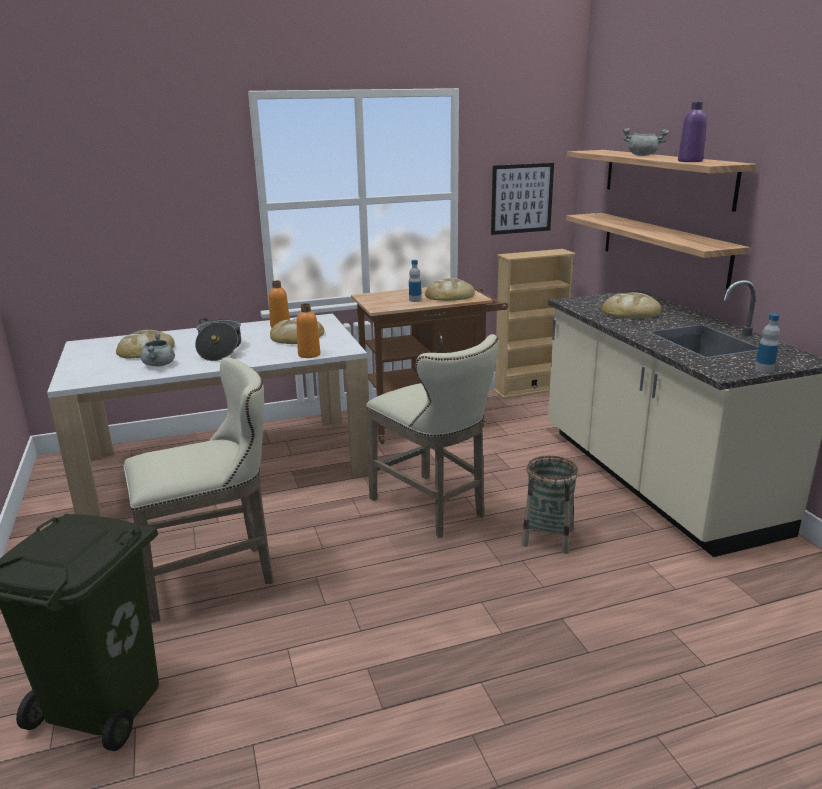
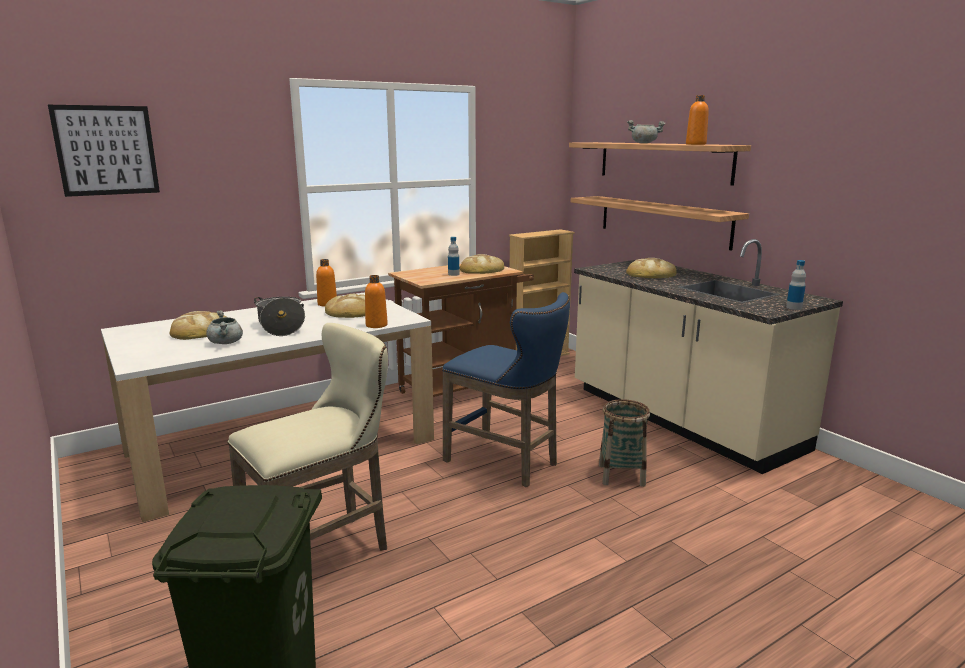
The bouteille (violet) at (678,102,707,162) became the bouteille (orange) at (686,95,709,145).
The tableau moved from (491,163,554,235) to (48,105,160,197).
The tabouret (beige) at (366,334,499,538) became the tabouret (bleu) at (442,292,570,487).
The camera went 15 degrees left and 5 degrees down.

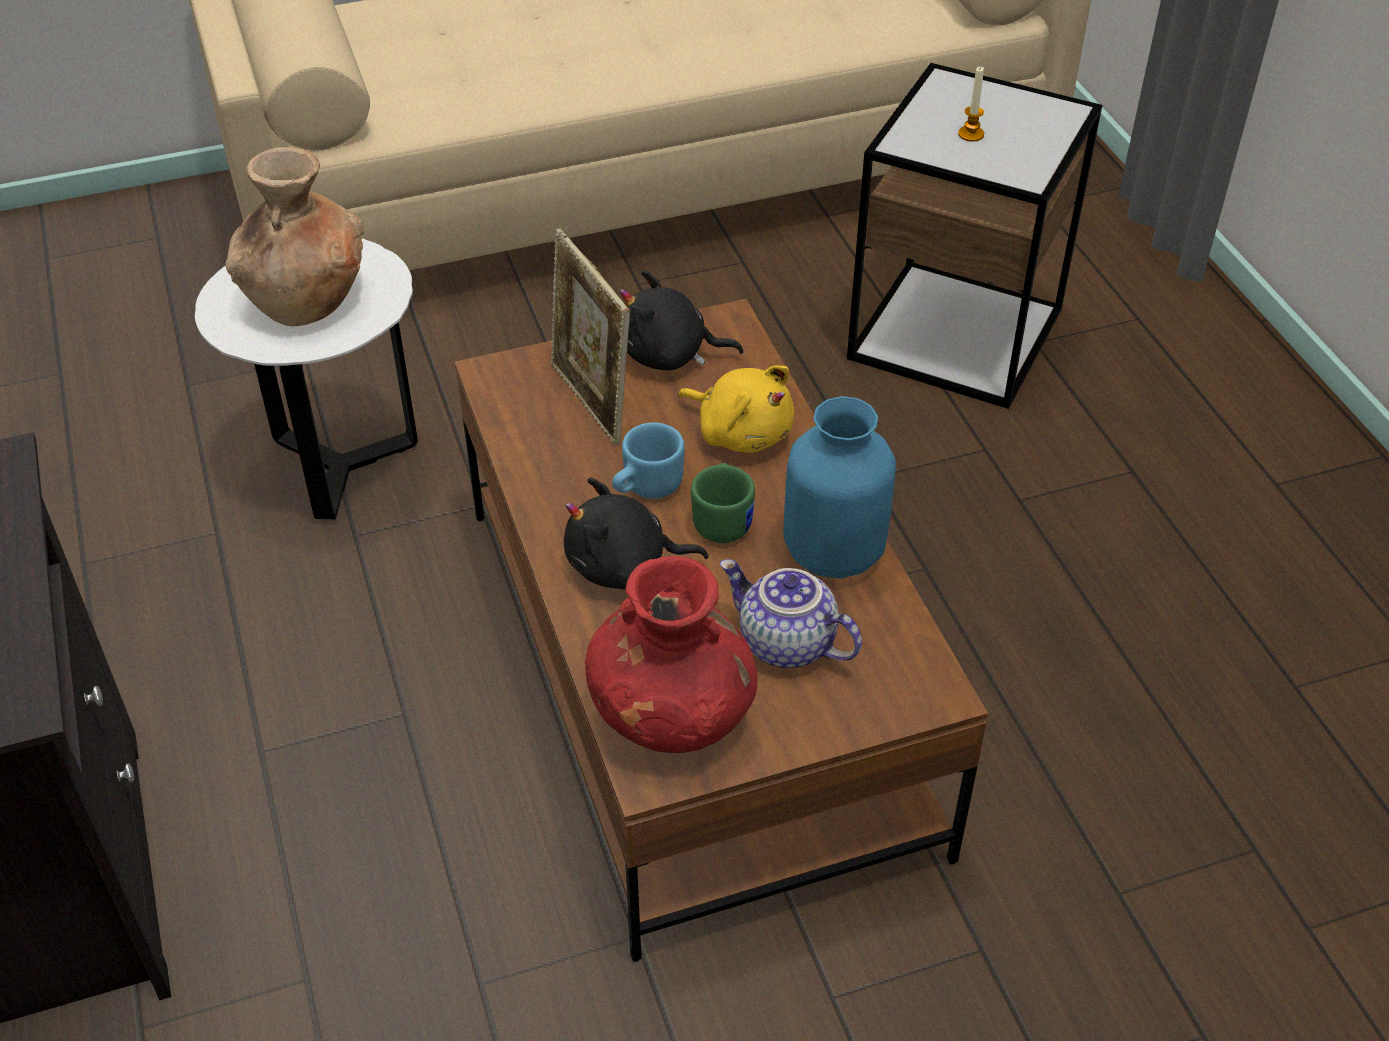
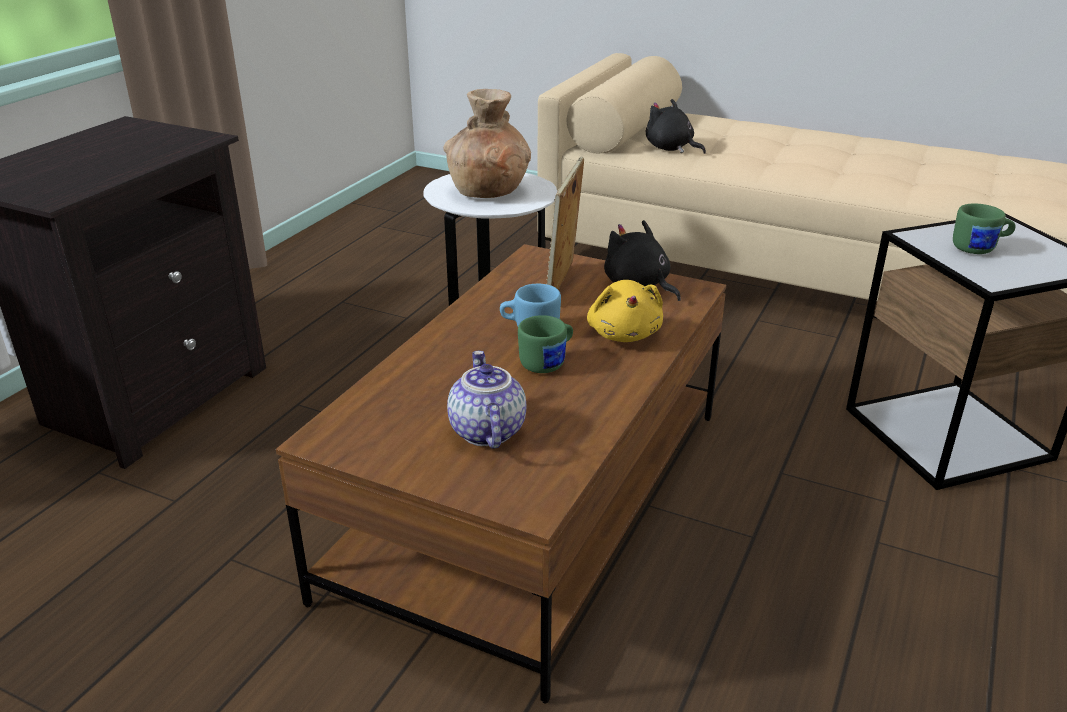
The bougie at (958,66,984,142) was replaced by the mug (vert) at (953,203,1016,254).
The vase (bleu) at (783,396,896,578) disappeared.
The peluche (noir) moved from (564,477,709,589) to (646,99,706,154).
The vase (rouge) at (585,556,757,753) disappeared.
The camera went 45 degrees right and 15 degrees down.

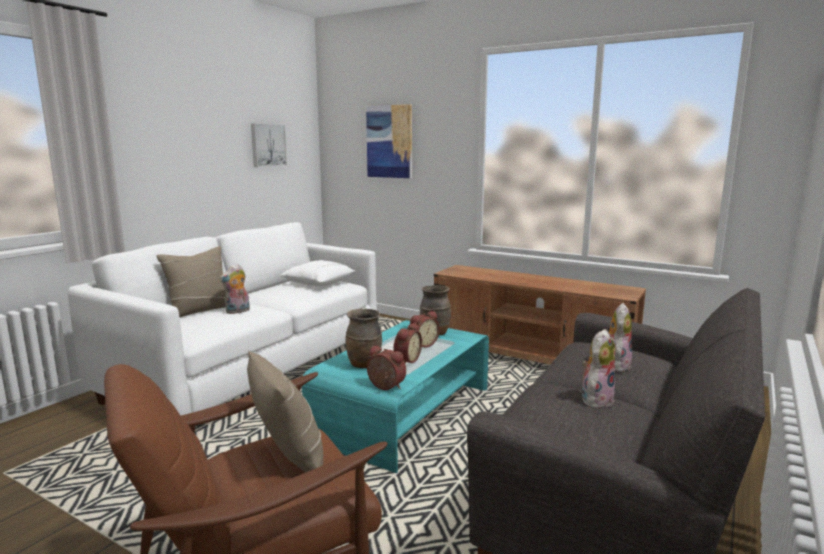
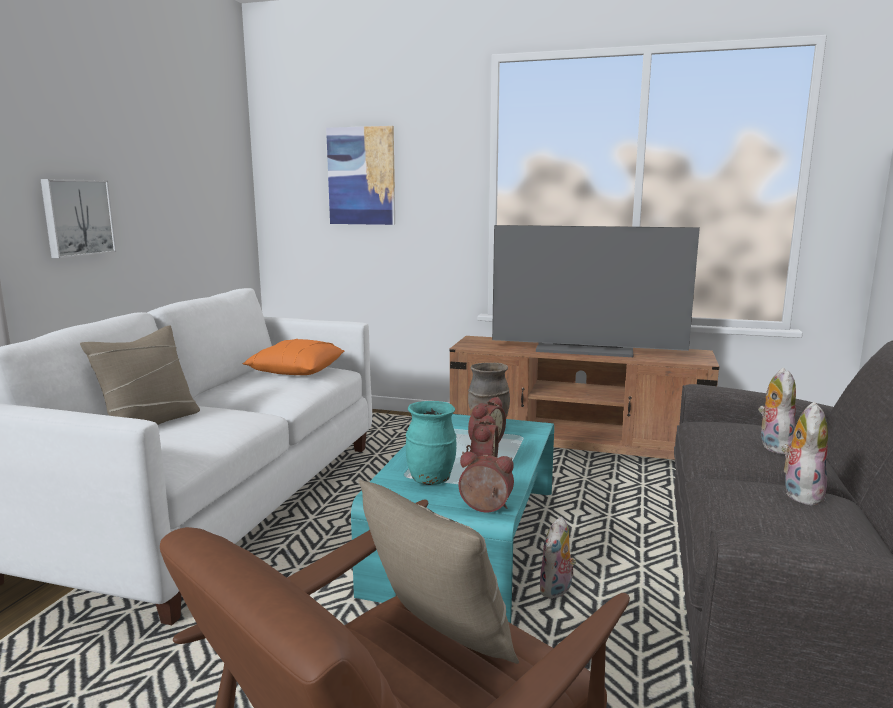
The tableau moved from (251,123,287,167) to (40,179,116,258).
The coussin (blanc) at (280,260,355,286) became the coussin (orange) at (243,339,344,375).
The peluche moved from (219,264,250,314) to (540,517,576,599).
The vase (marron) at (345,309,382,368) became the vase (turquoise) at (406,401,457,485).
The téléviseur at (492,225,700,357) appeared.
The camera went 15 degrees left and 0 degrees up.

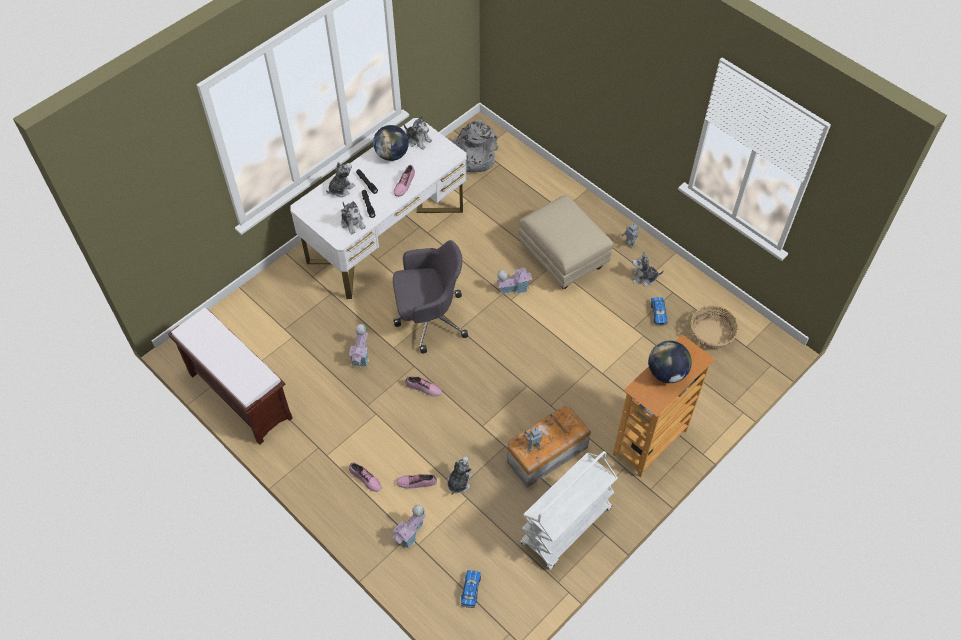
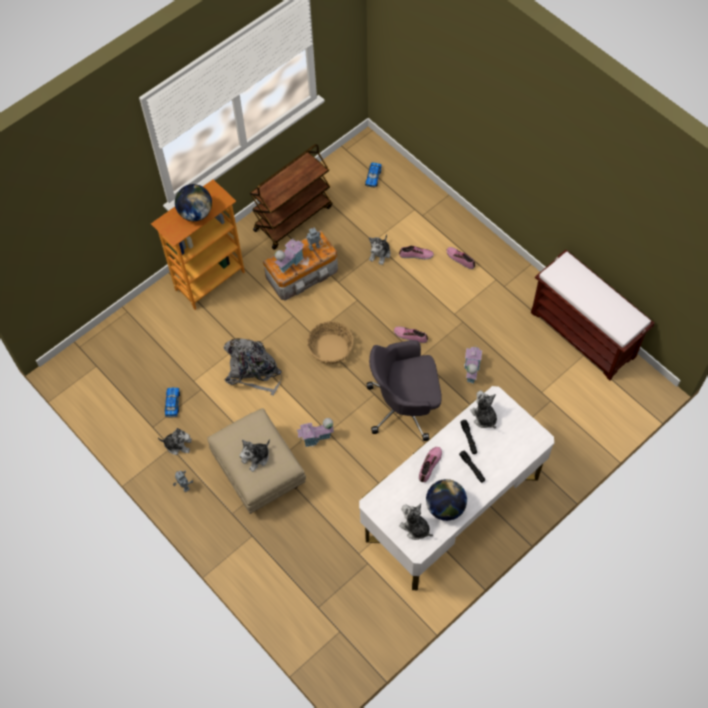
The sac à dos (gris) moved from (452,120,498,172) to (224,338,282,396).
The peluche moved from (326,162,355,197) to (239,439,270,472).
The panier moved from (691,306,739,349) to (307,321,354,364).
The chariot (blanc) at (520,451,618,570) became the chariot (marron) at (250,144,332,250).
The maison miniature moved from (393,505,426,549) to (275,238,304,273).
The camera went 175 degrees left and 5 degrees up.

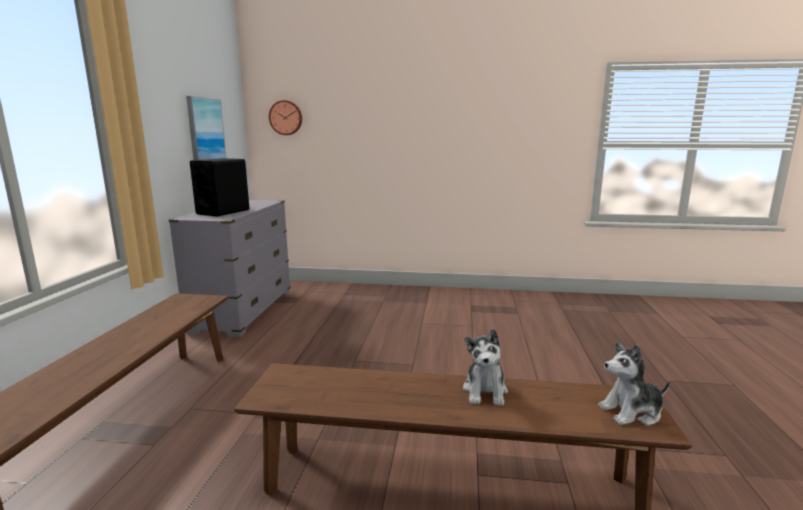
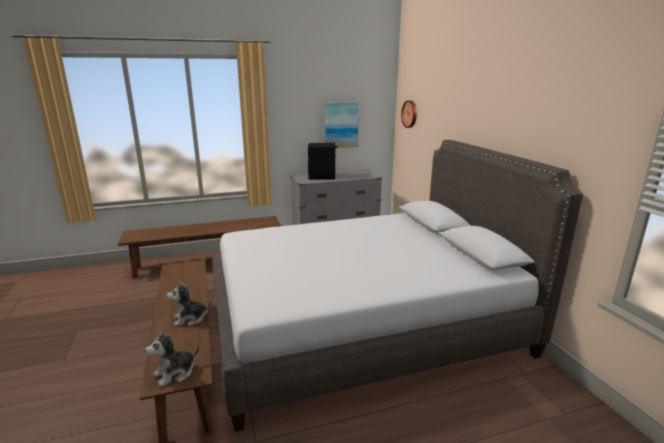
The peluche at (598,342,670,426) turned 90 degrees counterclockwise.
The lit (gris) at (212,140,583,432) appeared.
The camera went 65 degrees right and 5 degrees up.

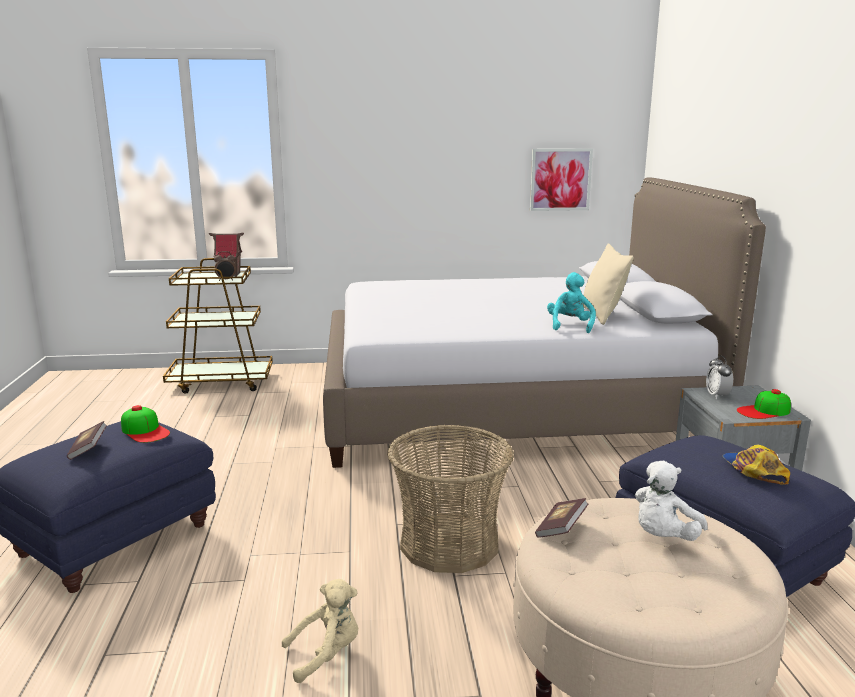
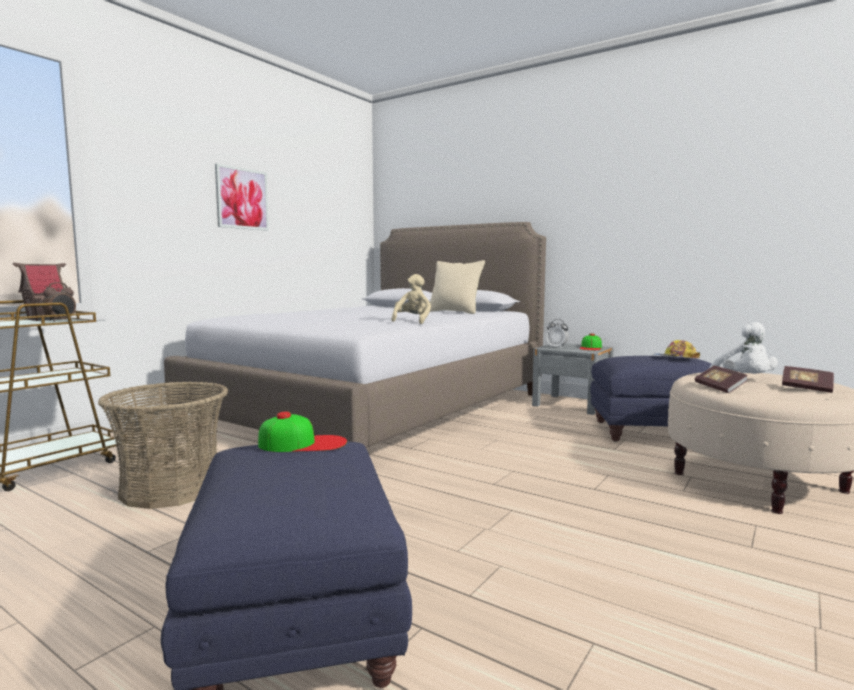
The tableau moved from (530,149,593,211) to (215,164,269,231).
The peluche (turquoise) at (547,272,596,333) disappeared.
The livre moved from (67,421,107,460) to (782,366,834,393).
The panier moved from (387,425,514,573) to (98,382,228,509).
The peluche (beige) moved from (282,579,358,683) to (391,274,431,324).
The camera went 50 degrees left and 10 degrees down.

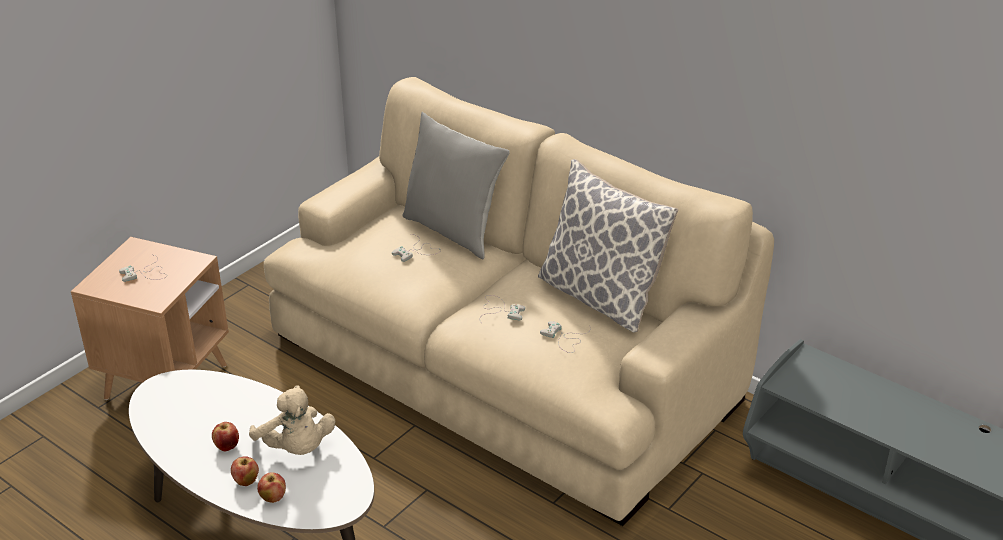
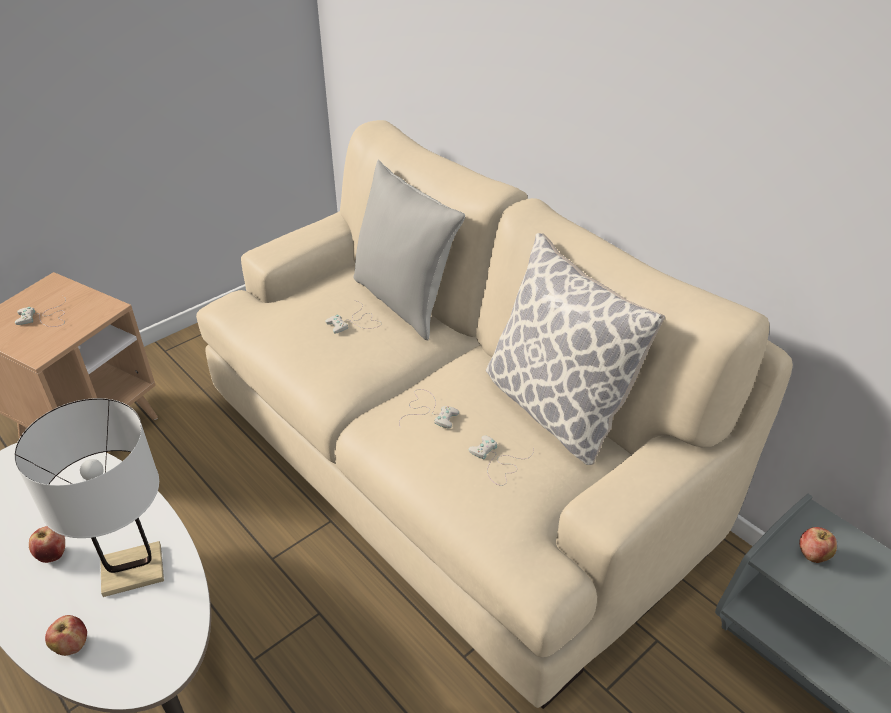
The peluche (beige) at (249,385,335,455) was replaced by the lampe de table (blanc) at (14,398,164,597).
The pomme moved from (231,456,259,486) to (799,527,837,563).
The camera went 10 degrees right and 5 degrees up.

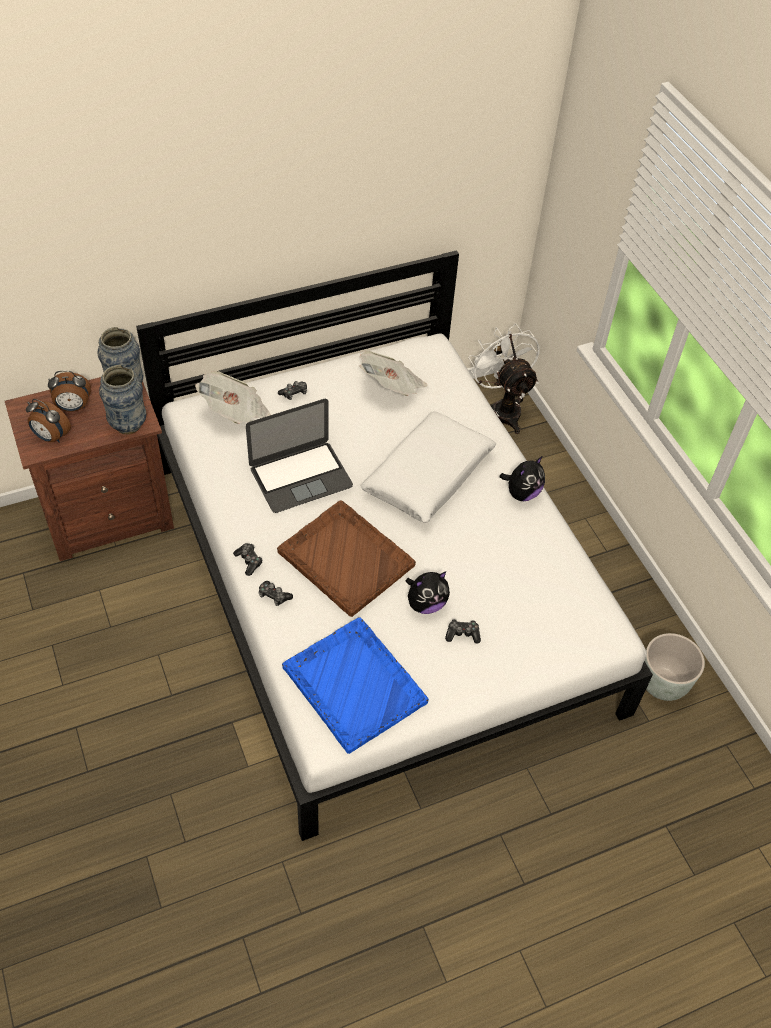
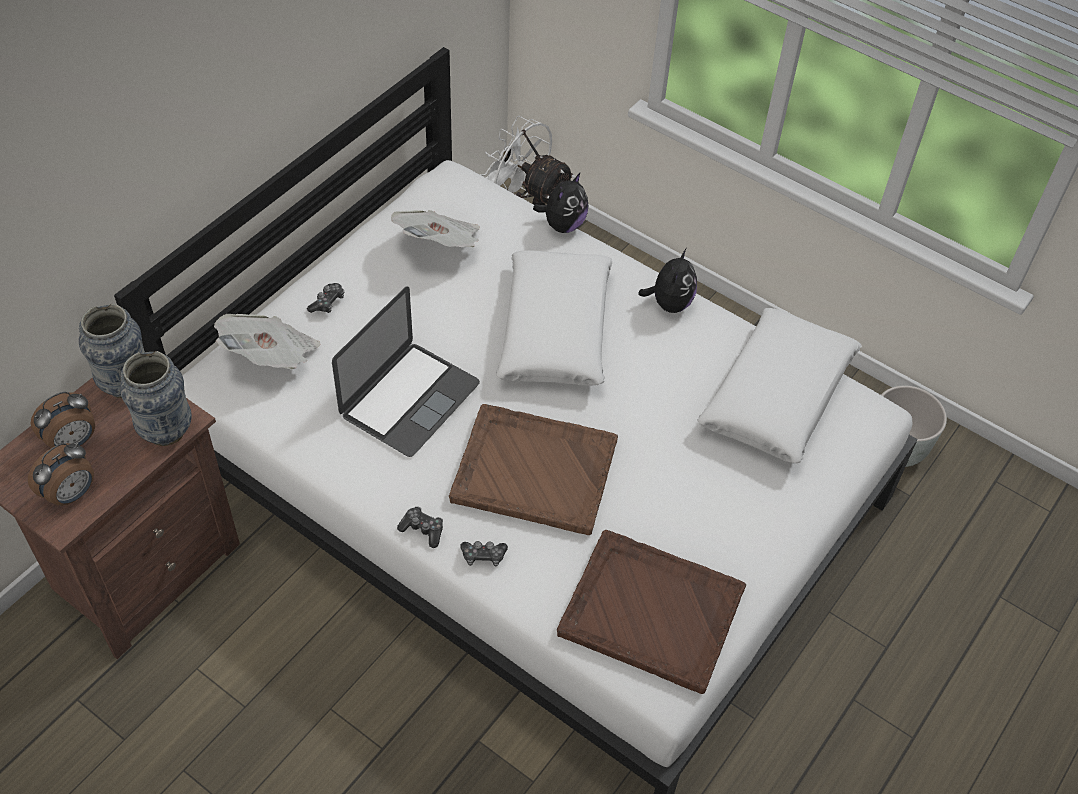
The réveil at (26,399,71,443) turned 45 degrees counterclockwise.
The peluche moved from (405,571,450,614) to (533,172,588,233).
The plateau (bleu) at (282,617,429,754) became the plateau (marron) at (557,530,746,694).
The manette at (445,619,481,644) disappeared.
The coussin (blanc) at (697,308,862,463) appeared.
The camera went 30 degrees left and 0 degrees up.

